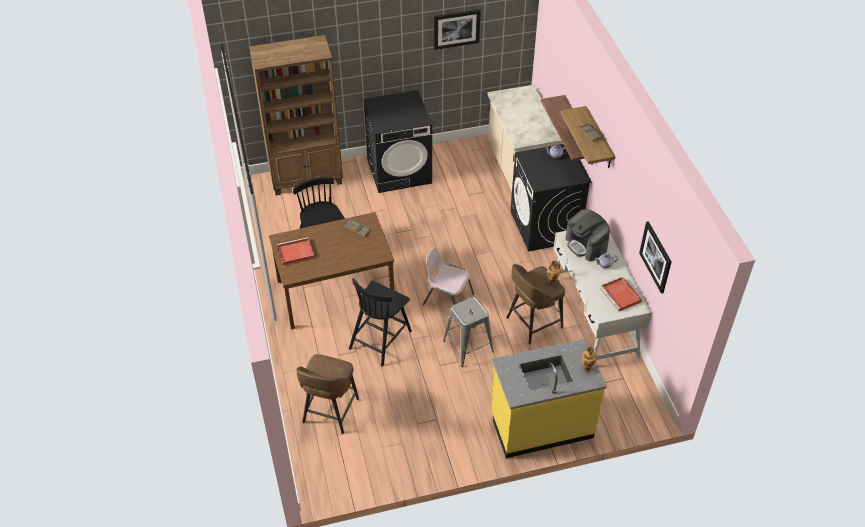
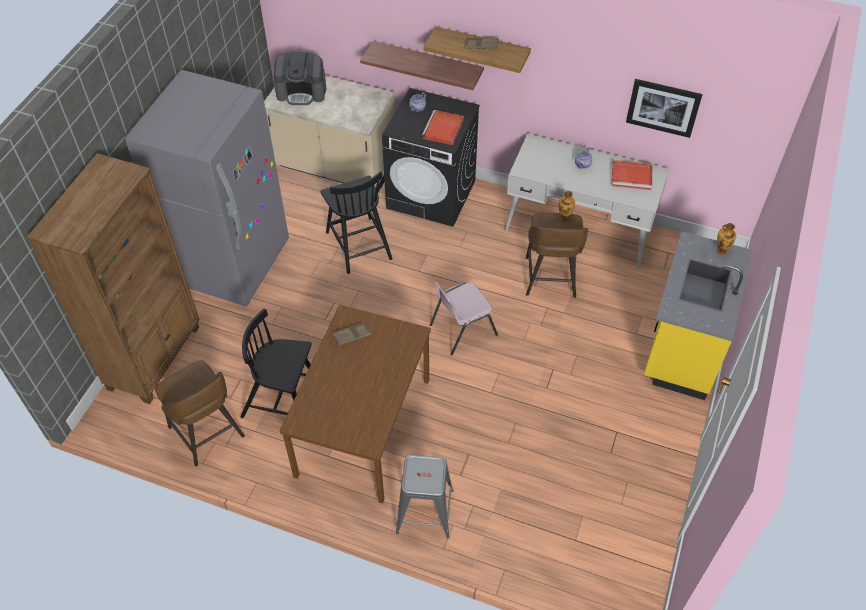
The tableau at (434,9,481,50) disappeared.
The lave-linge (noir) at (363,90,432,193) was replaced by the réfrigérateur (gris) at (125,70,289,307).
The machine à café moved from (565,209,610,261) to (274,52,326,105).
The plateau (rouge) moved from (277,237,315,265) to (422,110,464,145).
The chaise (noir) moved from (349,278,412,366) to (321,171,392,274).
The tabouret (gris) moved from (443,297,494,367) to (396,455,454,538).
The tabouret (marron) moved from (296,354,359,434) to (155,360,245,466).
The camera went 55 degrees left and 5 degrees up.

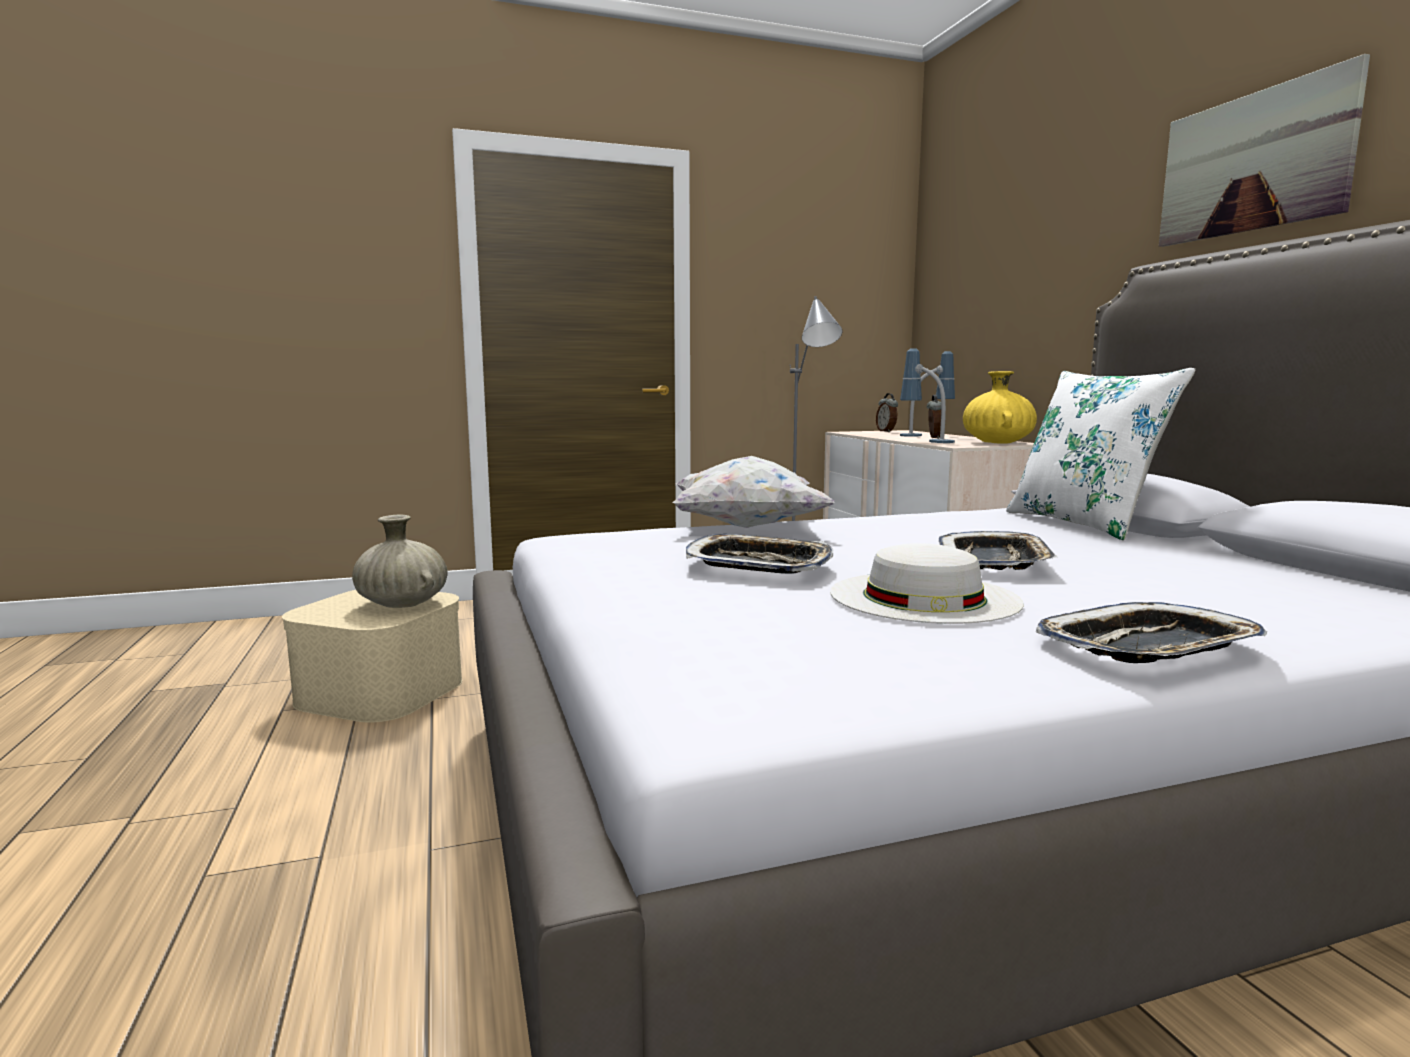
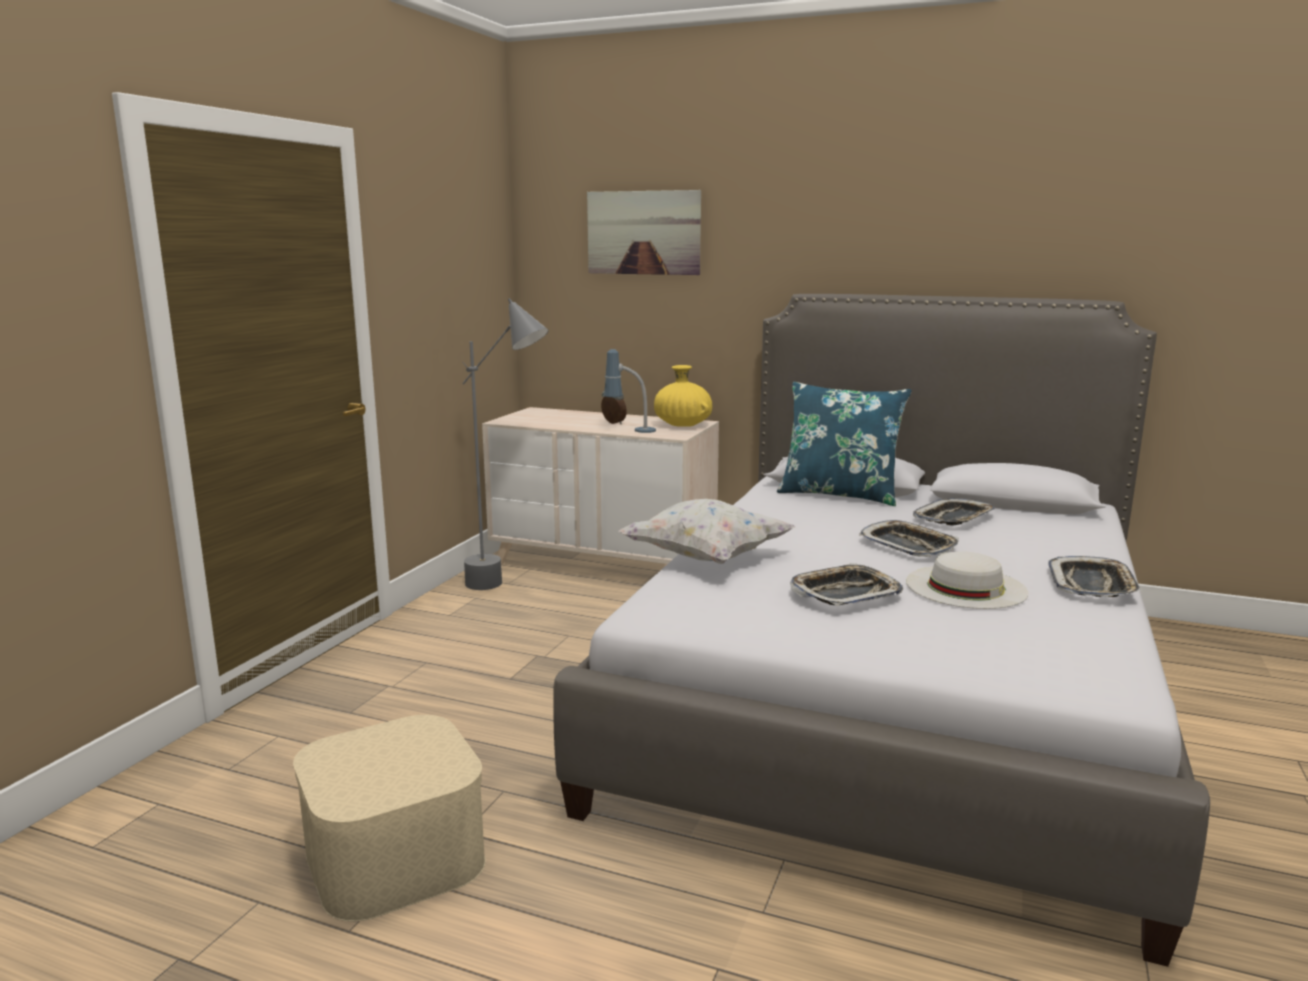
The tableau moved from (1159,54,1370,247) to (587,190,701,275).
The lampe de table at (900,351,955,437) disappeared.
The coussin (blanc) at (1006,368,1195,540) became the coussin (bleu) at (777,382,912,506).
The réveil at (876,393,898,432) disappeared.
The vase (beige) at (352,515,448,608) disappeared.
The plateau at (913,498,995,525) appeared.
The camera went 50 degrees left and 5 degrees up.

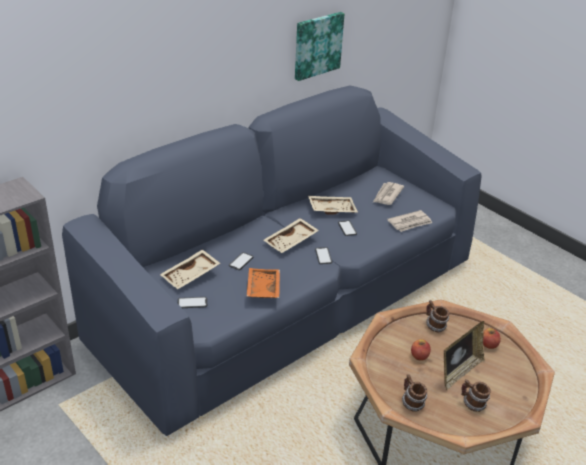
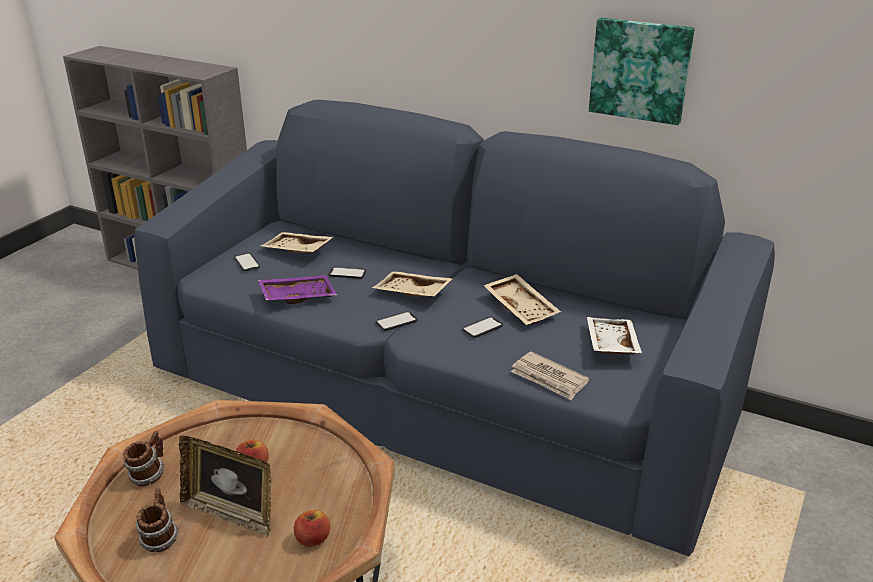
The journal at (373,182,404,205) was replaced by the plateau (blanc) at (587,317,642,354).
The plateau (orange) at (247,268,280,298) became the plateau (violet) at (258,275,337,304).
The mug at (426,300,449,332) disappeared.
The camera went 70 degrees right and 5 degrees down.

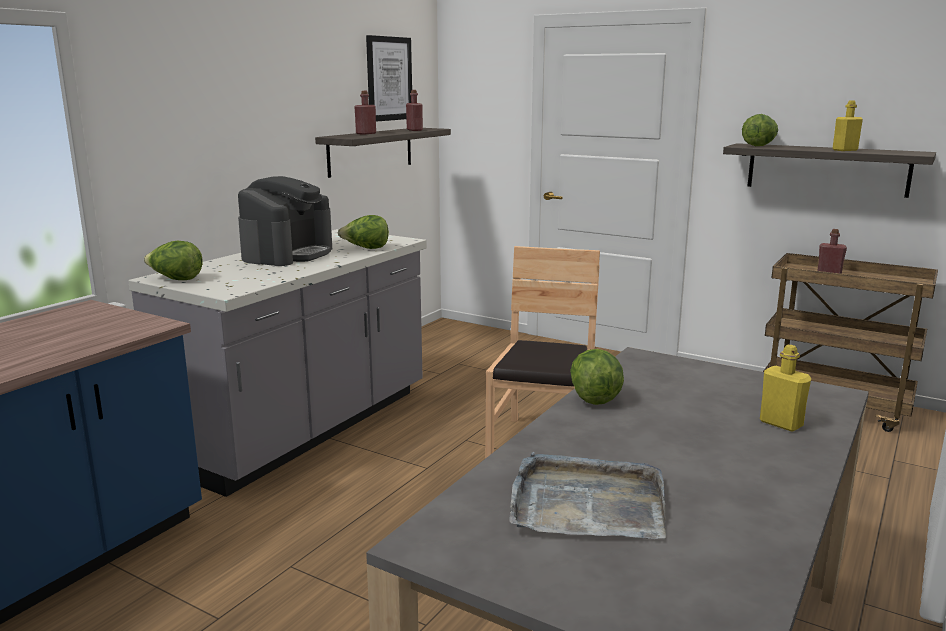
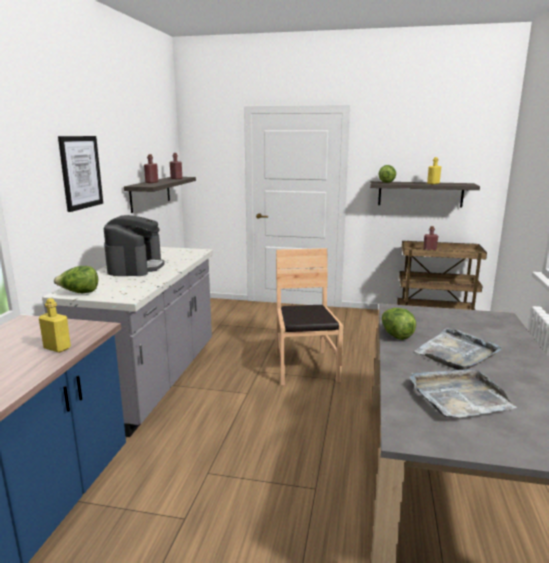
The tableau moved from (366,35,412,122) to (58,136,103,212).
The laitue at (338,215,389,249) disappeared.
The bouteille (jaune) moved from (760,345,811,432) to (39,298,71,353).
The plateau (gris) at (414,328,502,370) appeared.
The camera went 20 degrees left and 0 degrees up.

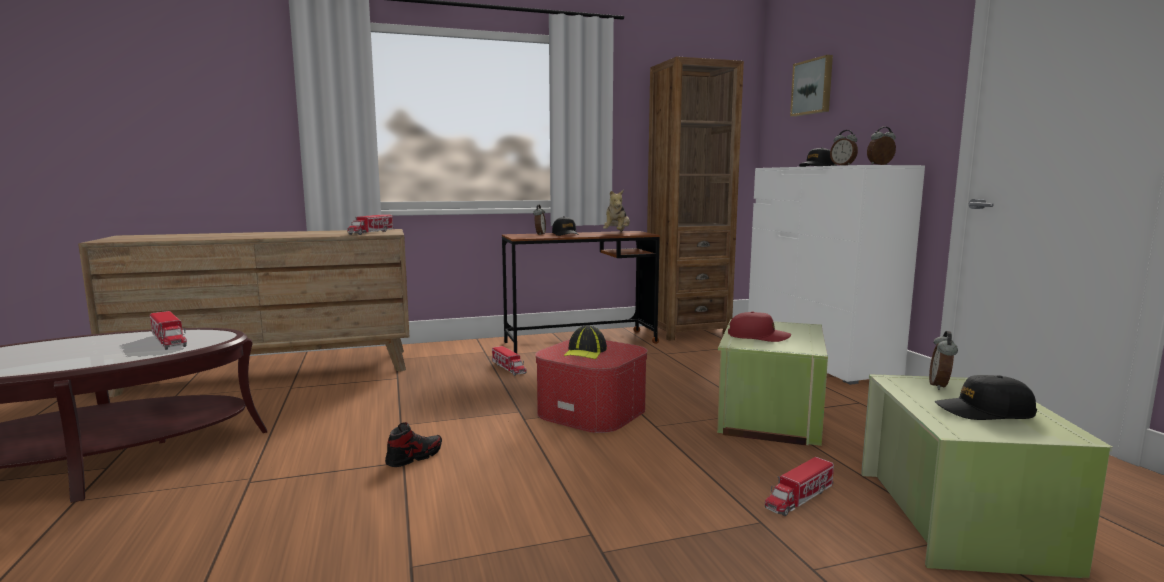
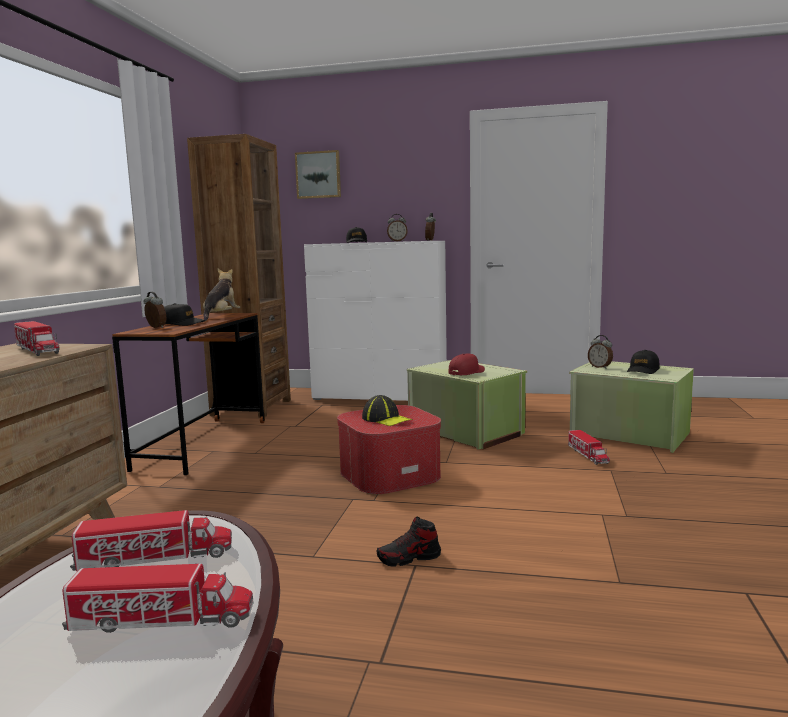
The peluche at (603,190,630,232) turned 120 degrees counterclockwise.
The camion jouet moved from (492,346,527,376) to (62,564,254,633).
The chaussure at (385,422,442,467) turned 90 degrees counterclockwise.
The camera went 60 degrees left and 0 degrees up.

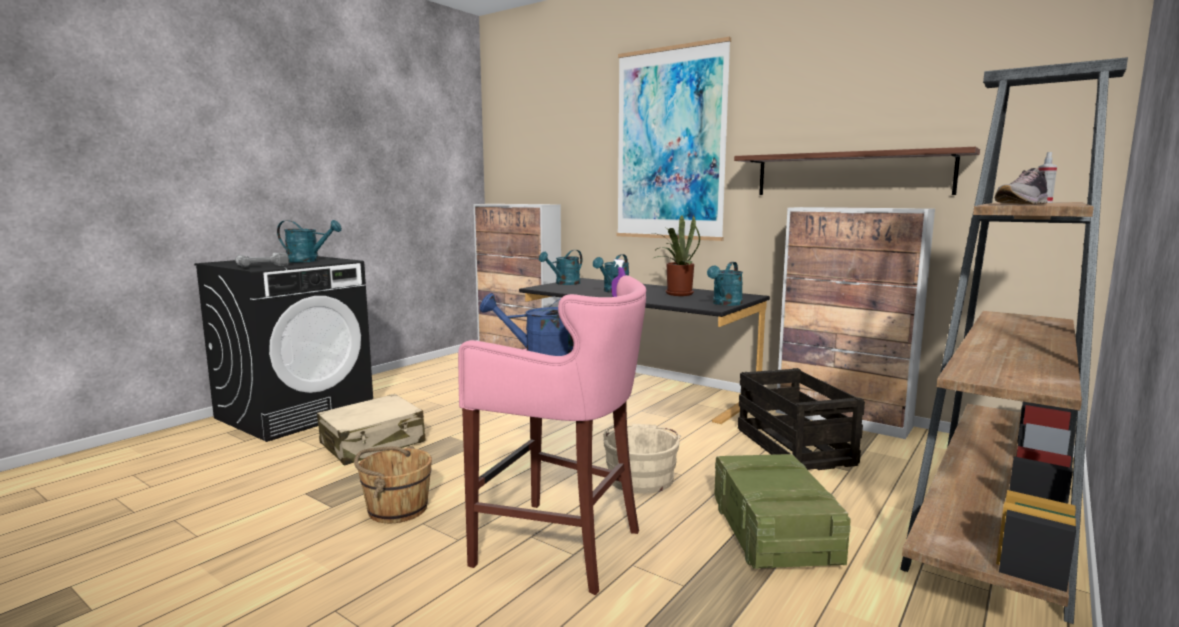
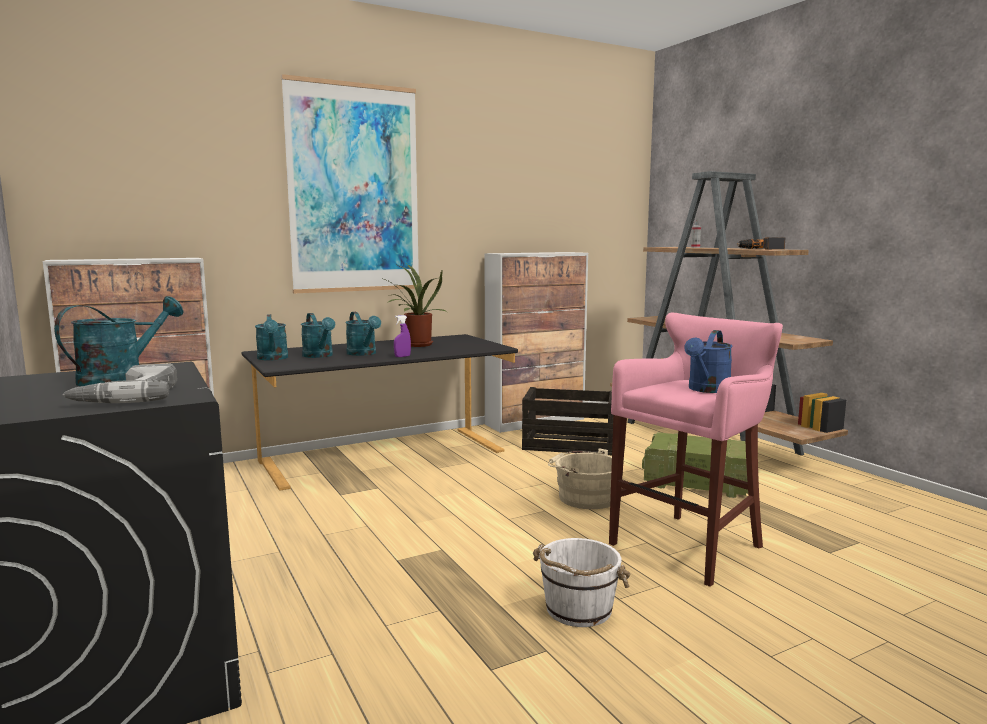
The étagère at (734,147,980,195) disappeared.
The chaussure at (994,168,1048,205) was replaced by the perceuse at (737,237,785,249).
The arrosoir (turquoise) moved from (707,262,743,306) to (301,313,335,358).
The valise (beige) at (317,394,425,465) disappeared.
The seau (marron) at (354,446,432,523) became the seau (blanc) at (533,538,631,627).
The camera went 65 degrees left and 0 degrees up.

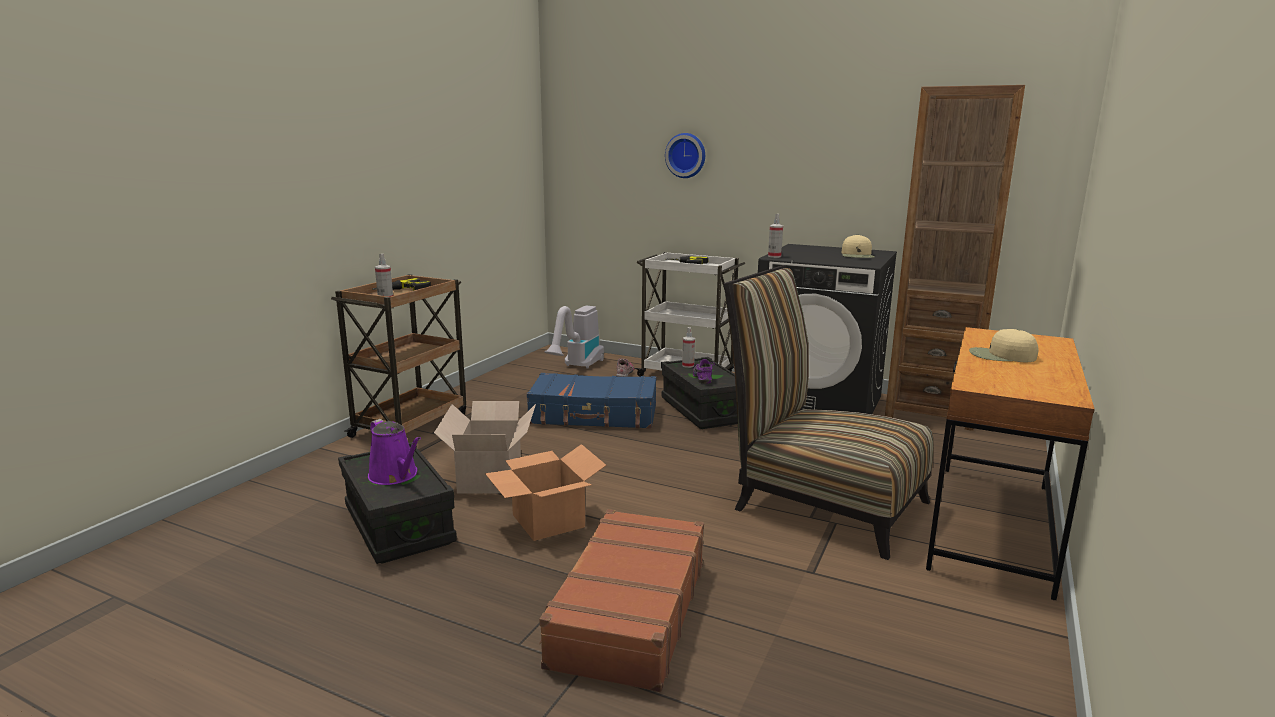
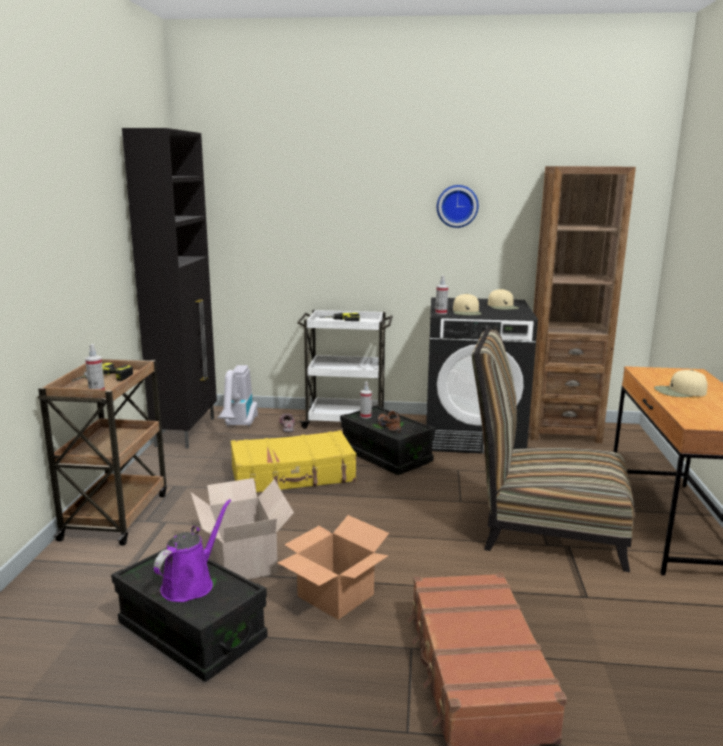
The horloge murale moved from (665,133,705,178) to (437,185,479,228).
The chaussure (violet) at (693,359,715,384) became the chaussure (marron) at (378,411,401,433).
The valise (bleu) at (527,373,656,429) became the valise (jaune) at (231,430,356,492).
The arrosoir (violet) at (368,419,421,485) turned 90 degrees counterclockwise.
The meuble de rangement (noir) at (122,128,217,449) appeared.
The casquette (beige) at (453,293,481,315) appeared.
The camera went 20 degrees left and 0 degrees up.

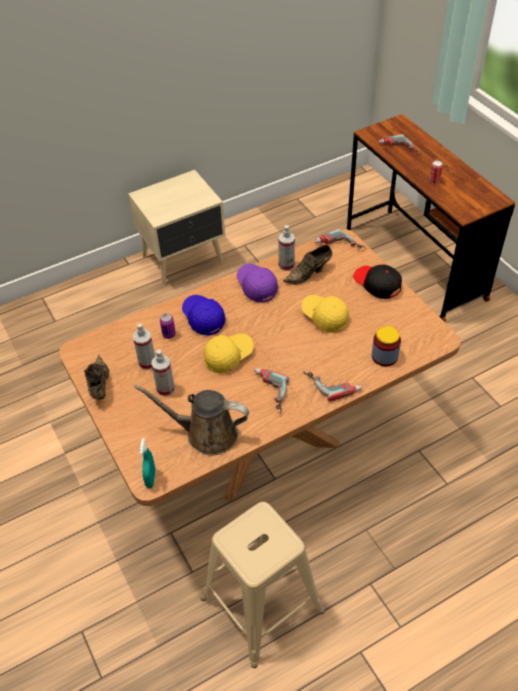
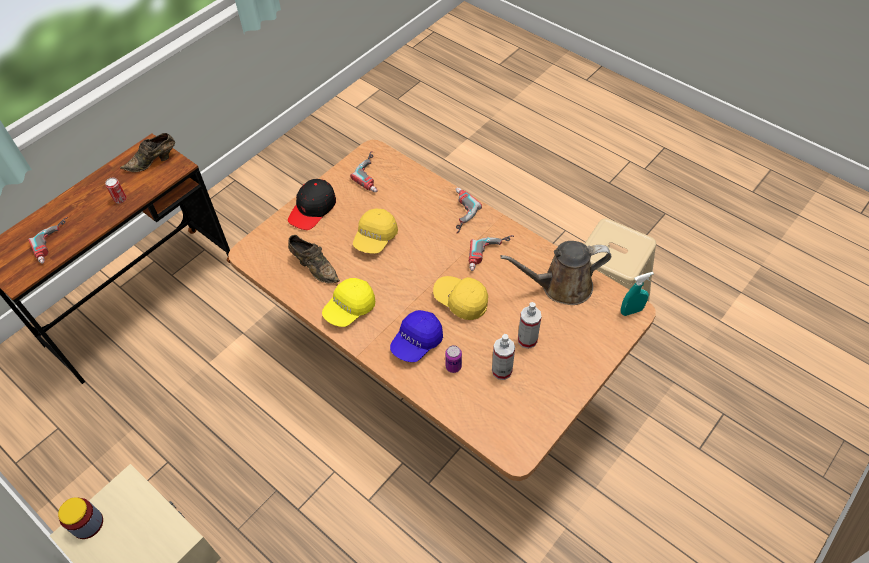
The vaporisateur at (278,225,295,271) disappeared.
The perceuse moved from (314,228,366,249) to (350,151,378,192).
The casquette (violet) at (237,264,278,303) became the casquette (jaune) at (322,278,375,327).
The bocal moved from (372,326,401,366) to (58,497,103,539).
The chaussure (marron) moved from (84,355,110,400) to (120,133,175,172).
The arrosoir (marron) at (134,385,249,456) turned 90 degrees clockwise.
The camera went 110 degrees left and 5 degrees up.

